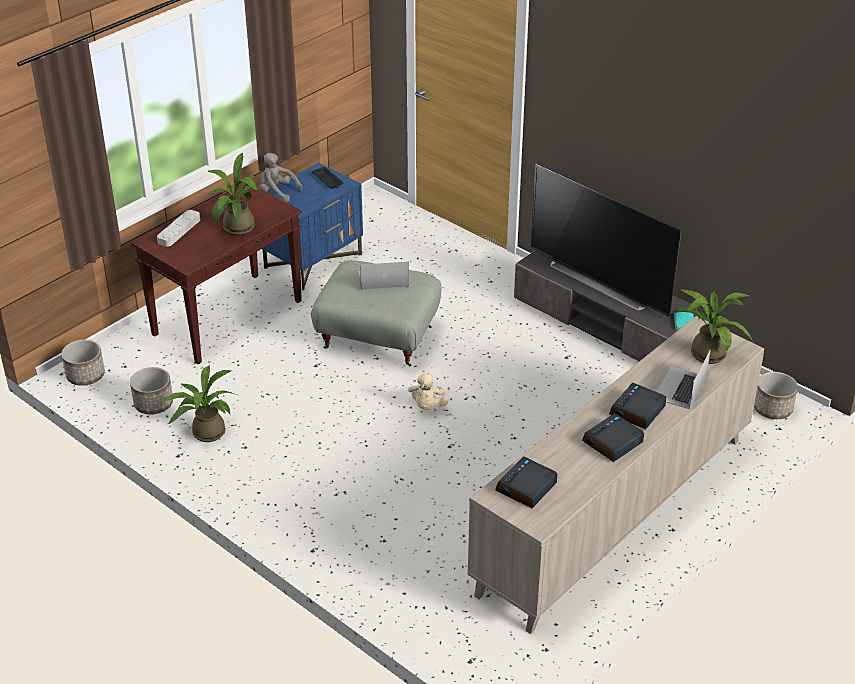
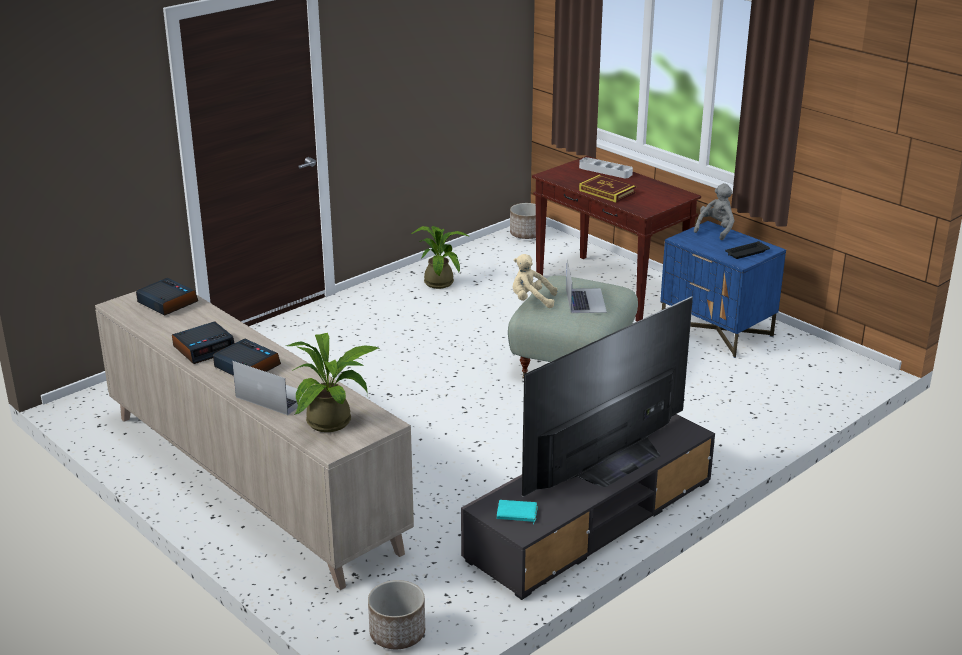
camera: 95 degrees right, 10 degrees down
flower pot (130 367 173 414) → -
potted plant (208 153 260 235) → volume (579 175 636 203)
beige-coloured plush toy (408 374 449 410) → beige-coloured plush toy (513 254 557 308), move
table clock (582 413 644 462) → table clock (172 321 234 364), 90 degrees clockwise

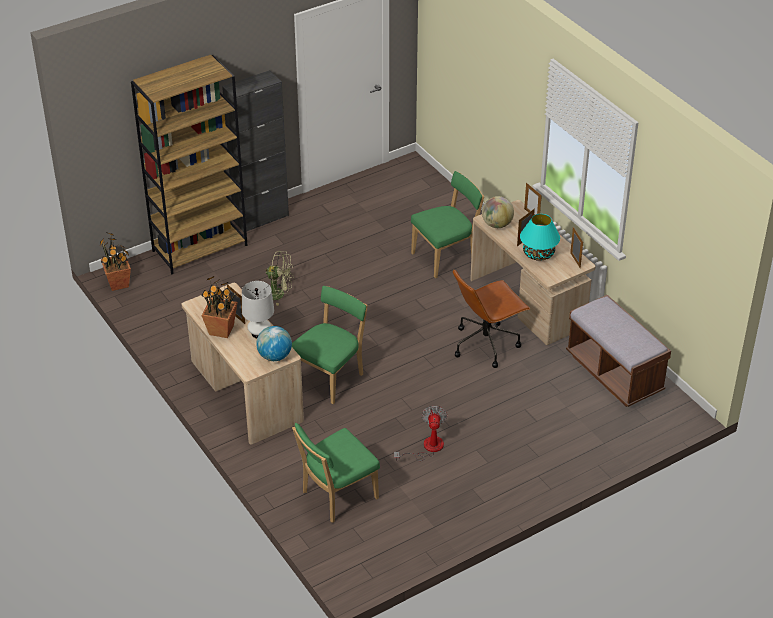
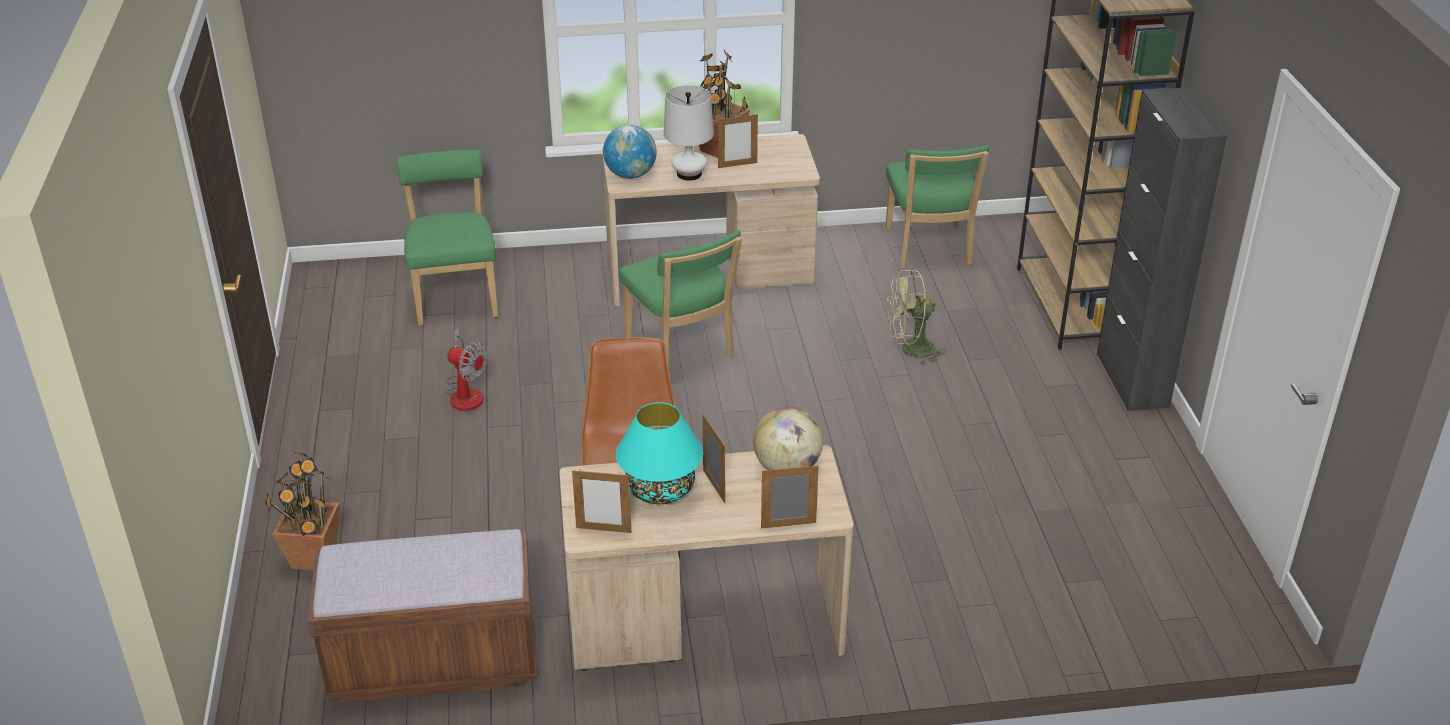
camera: 115 degrees right, 5 degrees down
potted plant (99 233 131 291) → potted plant (265 451 339 570), move
greenish fan (266 251 294 306) → greenish fan (887 270 946 365), 45 degrees clockwise
greenish upright chair (411 171 484 278) → greenish upright chair (886 146 990 268), move

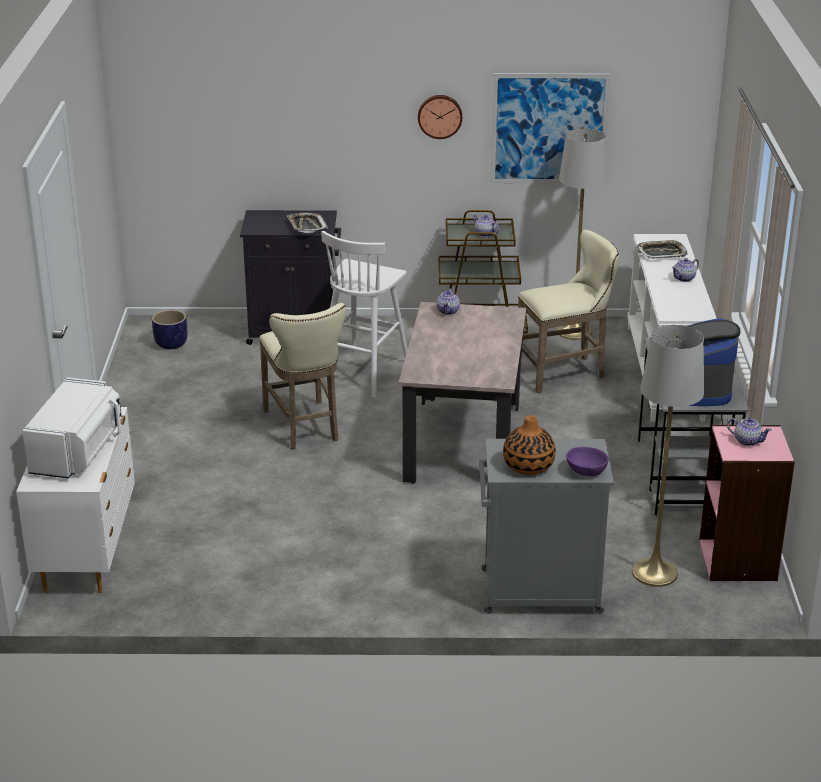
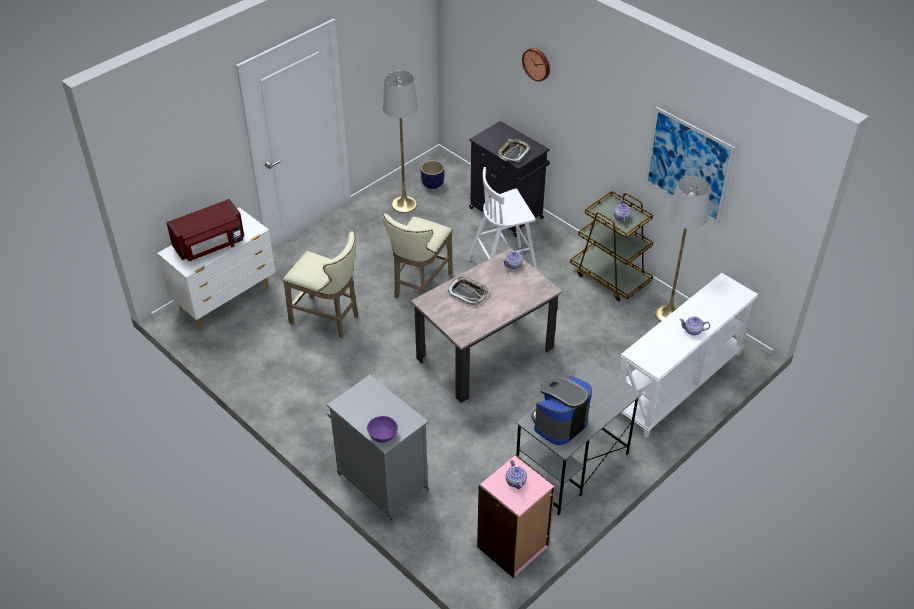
camera: 45 degrees right, 15 degrees up
whitish kitchen microwave (22 377 122 479) → red kitchen microwave (166 199 244 261)
hanging clock (418 95 462 139) → hanging clock (522 48 550 82), move
decorative vase (503 415 556 475) → -
beige-coloured stool (518 230 619 393) → beige-coloured stool (283 231 358 338), move
gray standing lamp (632 325 704 587) → gray standing lamp (383 71 418 213), move
carrying tray (636 240 688 259) → carrying tray (447 277 489 305), move

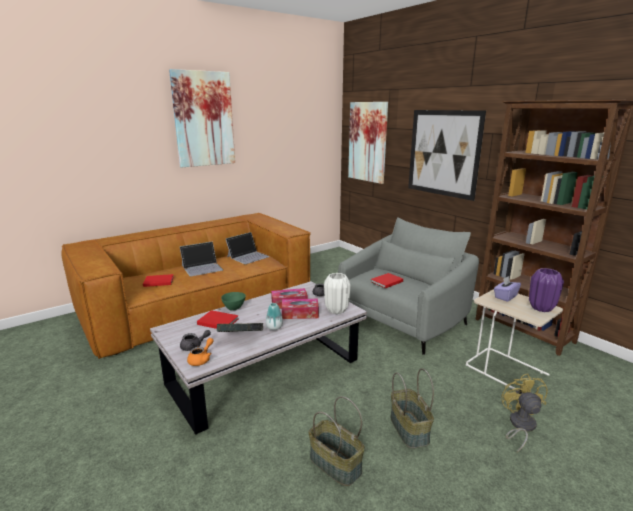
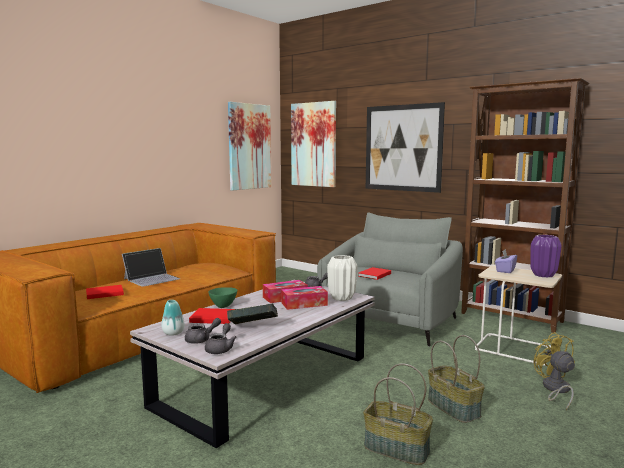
camera: 15 degrees left, 10 degrees down
wall picture (169 69 235 168) → wall picture (228 102 271 191), move
orange-coloured tea pot (187 338 214 366) → gray tea pot (205 323 237 354)
portable computer (226 232 270 264) → -
decorative vase (266 303 283 330) → decorative vase (162 300 185 336), move

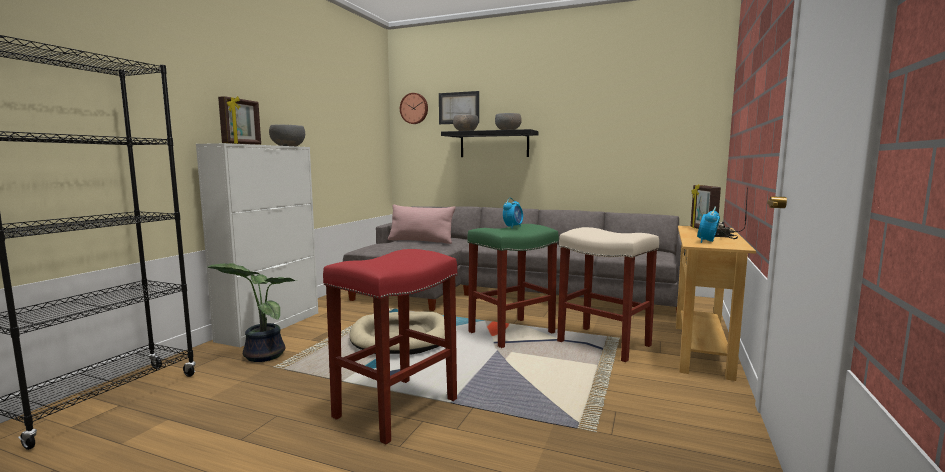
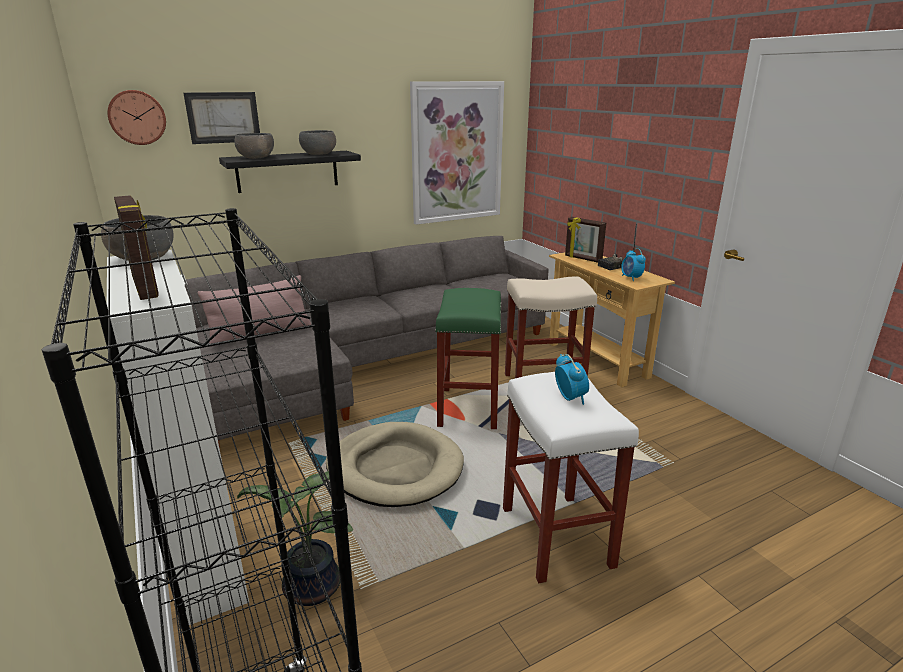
camera: 50 degrees left, 15 degrees up
red stool (323 249 457 444) → whitish stool (503 372 639 583)
table clock (503 197 523 228) → table clock (555 354 589 405), move
- → wall picture (410 81 504 225)

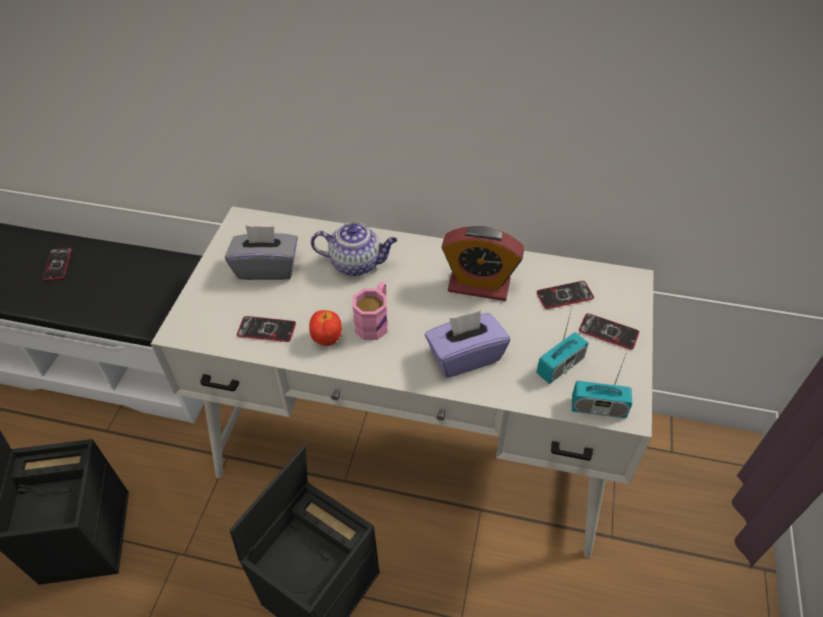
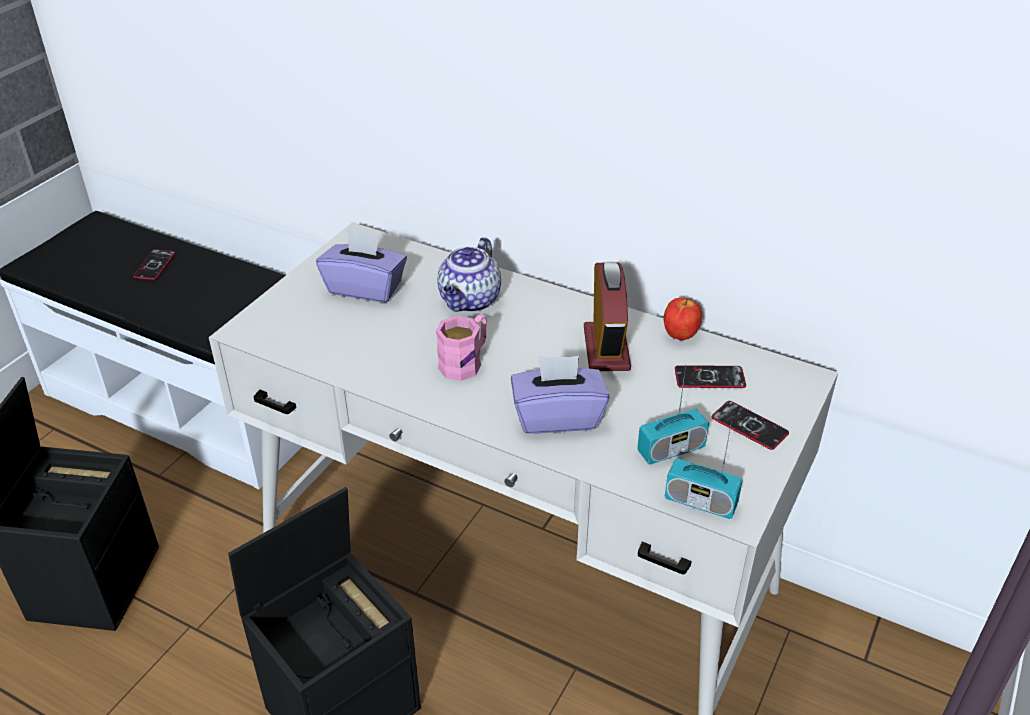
camera: 15 degrees right, 10 degrees down
gray box of tissues (225 225 298 280) → purple box of tissues (316 229 407 302)
telephone (237 316 296 342) → -
apple (309 310 342 346) → apple (664 298 702 340), move
tea pot (311 222 397 276) → tea pot (437 237 501 312), 90 degrees clockwise
table clock (441 226 524 301) → table clock (584 262 631 371), 120 degrees counterclockwise

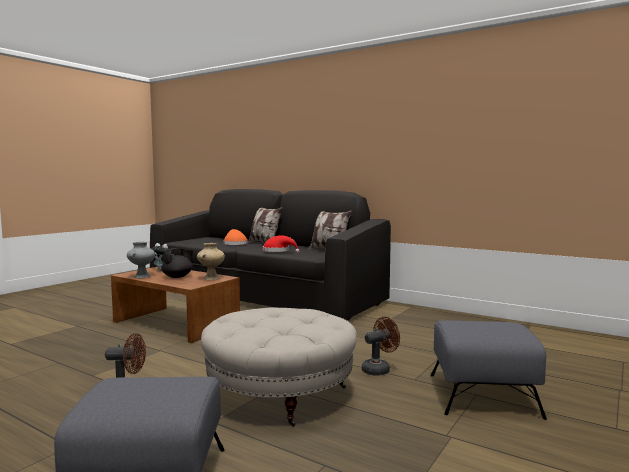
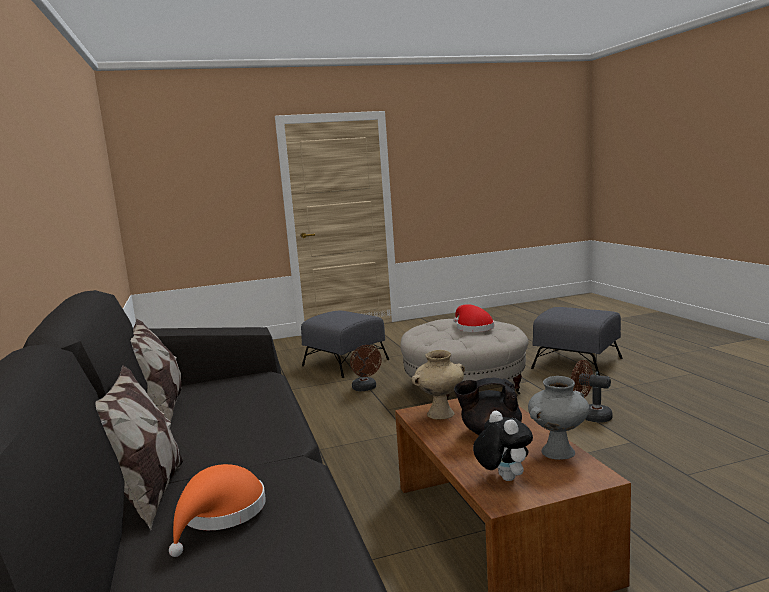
camera: 140 degrees left, 5 degrees up
red hat (263 235 299 253) → red hat (453 304 494 332), move
brown-coloured fan (362 317 400 376) → brown-coloured fan (350 345 382 391), 120 degrees counterclockwise

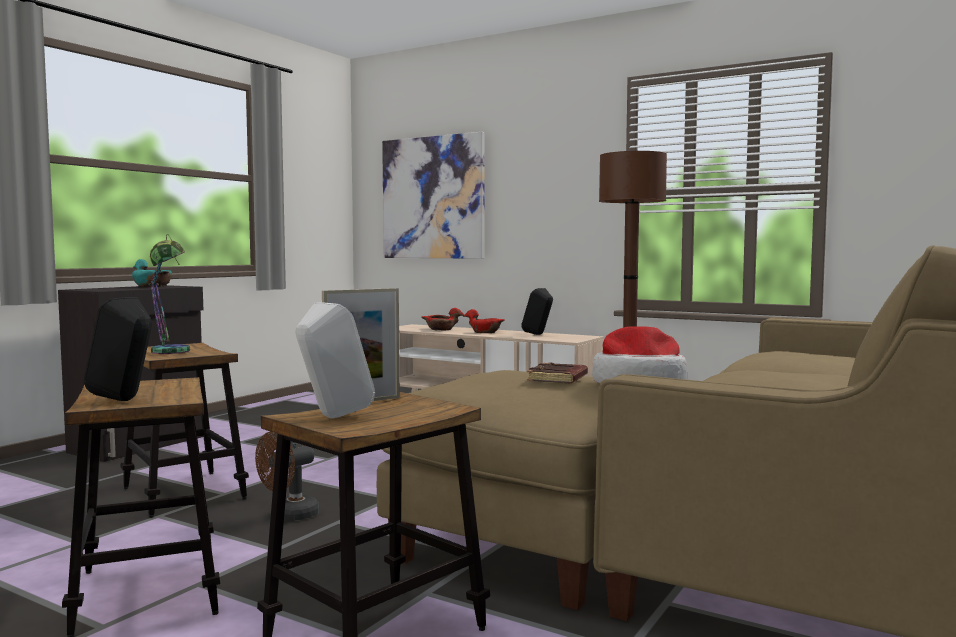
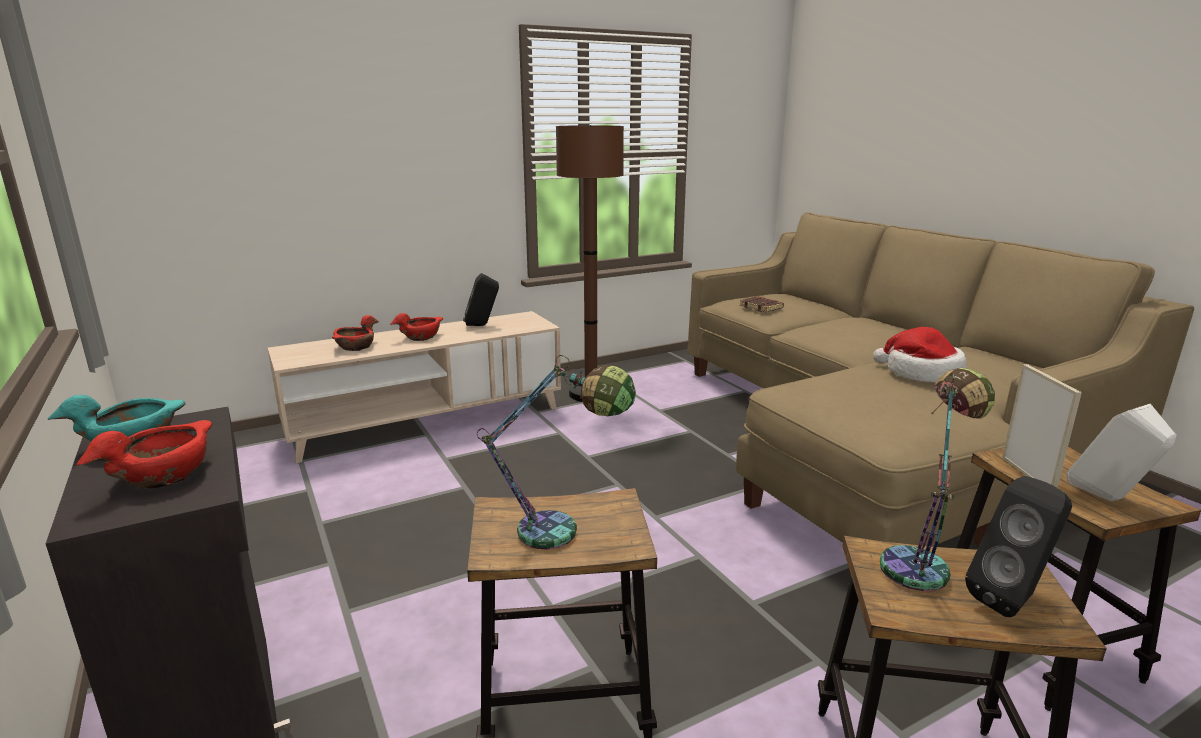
camera: 60 degrees left, 15 degrees up
brown-coloured fan (255 432 319 521) → -
wall picture (382 132 485 259) → -
brown-coloured volume (527 362 588 383) → brown-coloured volume (740 296 784 312), move
- → red deep dish (76 420 212 490)
- → tabletop lamp (880 368 995 591)

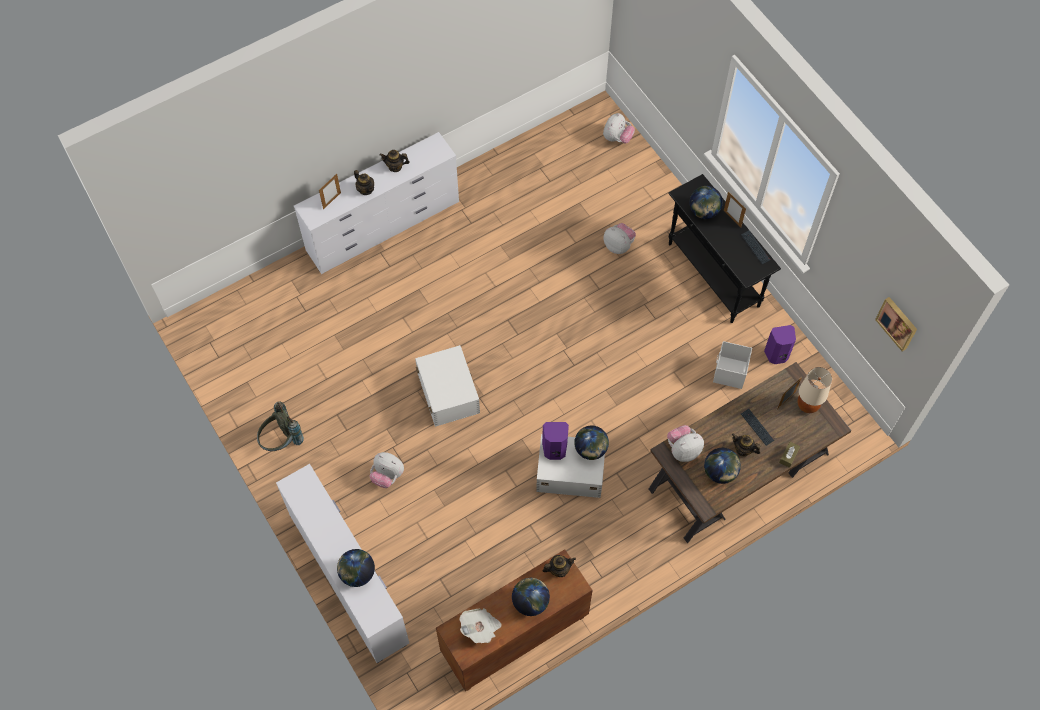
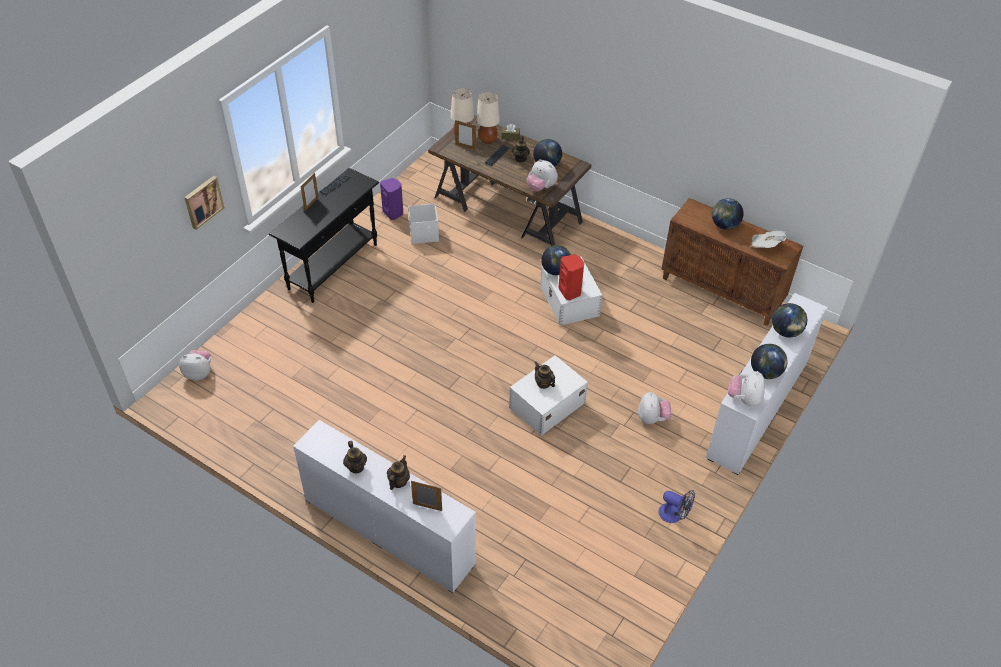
camera: 115 degrees left, 15 degrees down
gray rucksack (257 401 304 451) → fan (658 490 695 523)
purple loudspeaker (542 422 569 460) → red loudspeaker (558 254 584 300)
tea pot (542 555 576 577) → tea pot (534 362 555 389), move
plush toy (603 223 636 254) → plush toy (728 371 765 406), move
world globe (689 186 723 219) → world globe (751 344 788 379), move
wall picture (875 297 917 352) → wall picture (184 176 225 230), move
- → beige-coloured tabletop lamp (476 92 500 144)

